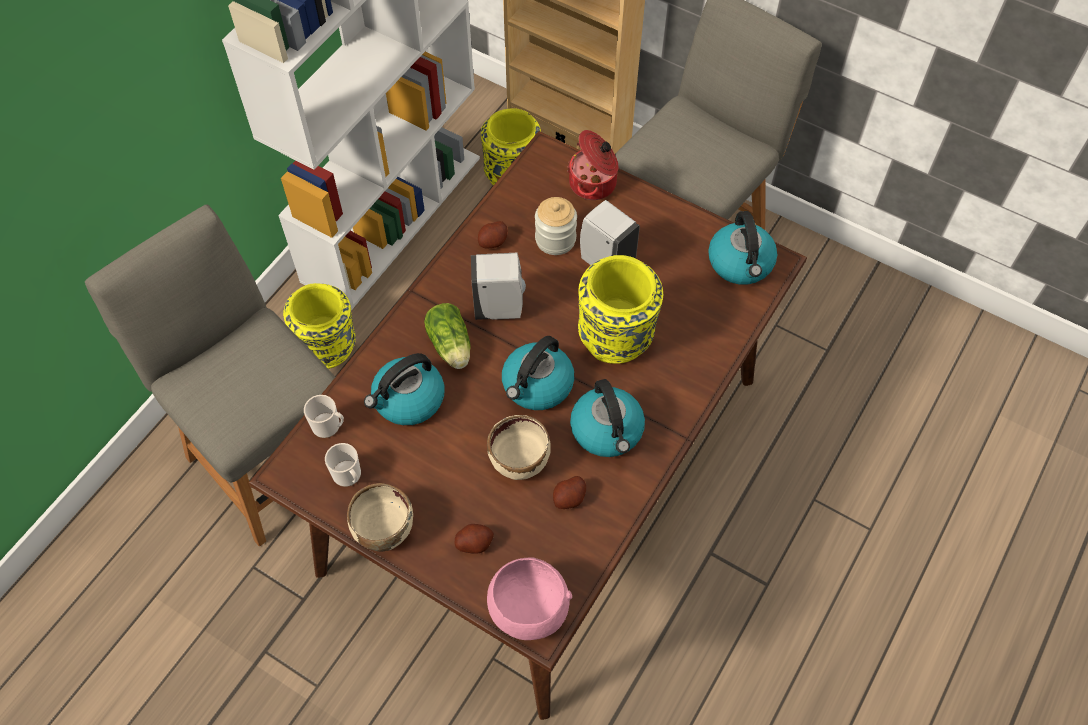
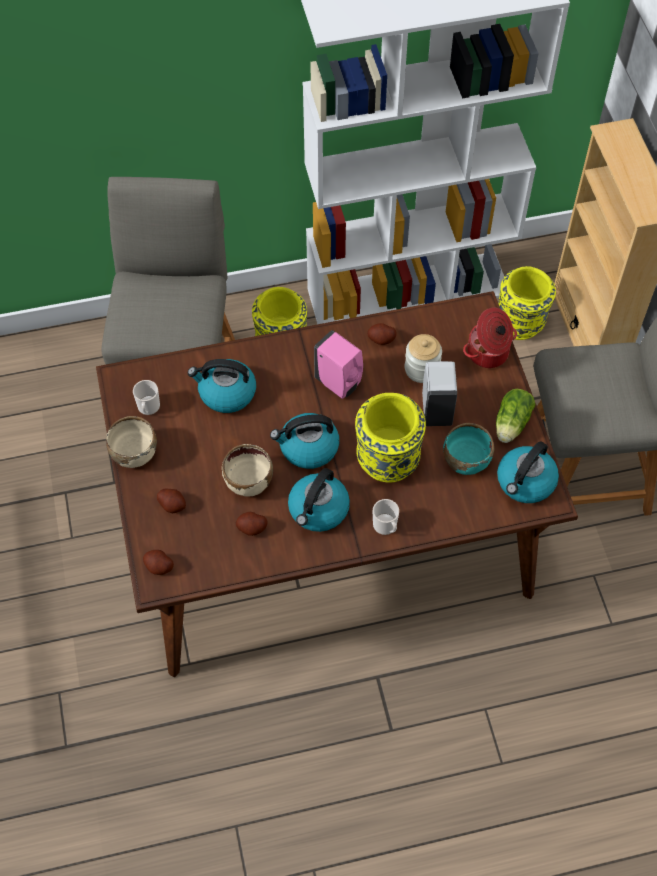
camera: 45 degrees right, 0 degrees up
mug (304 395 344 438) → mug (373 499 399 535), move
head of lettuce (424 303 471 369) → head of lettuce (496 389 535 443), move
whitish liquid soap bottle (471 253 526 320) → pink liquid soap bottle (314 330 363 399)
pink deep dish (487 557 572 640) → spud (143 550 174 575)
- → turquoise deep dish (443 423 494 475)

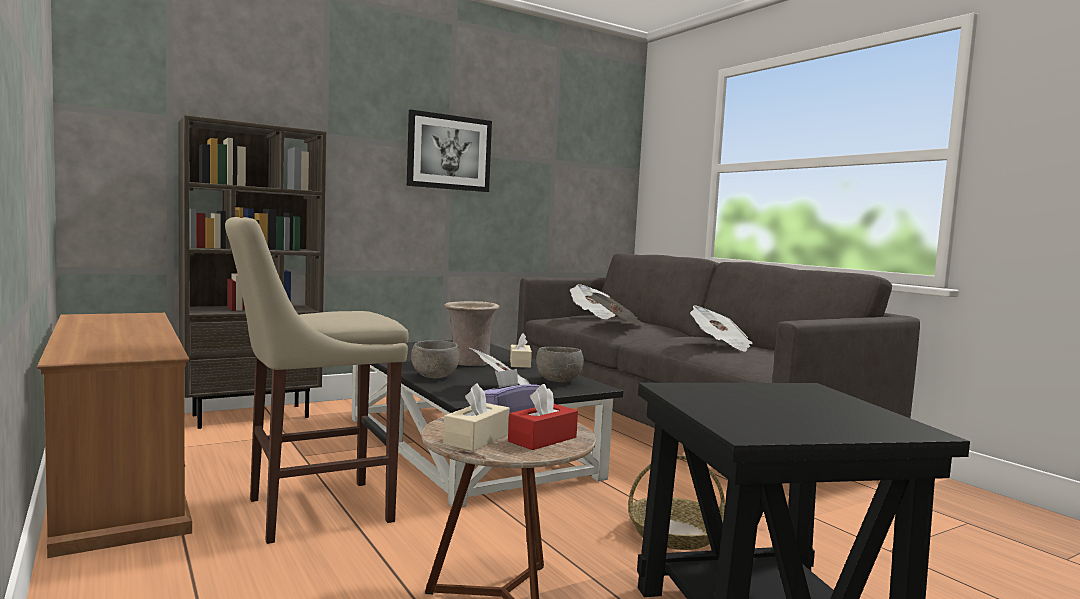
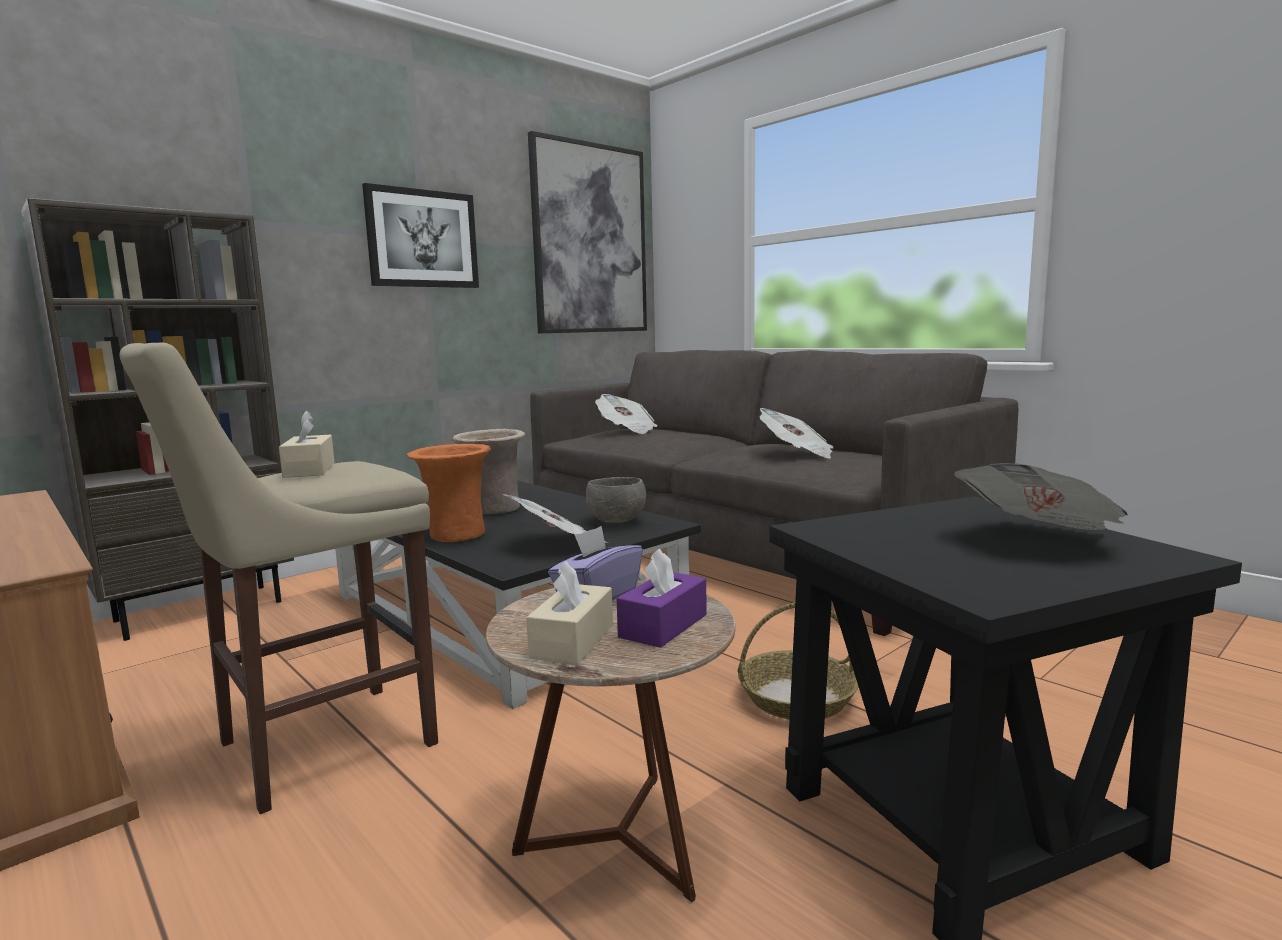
camera: 10 degrees left, 5 degrees up
gray deep dish (411 340 460 379) → orange-coloured decorative vase (407 444 491 542)
red box of tissues (508 384 578 450) → purple box of tissues (617 549 707 648)
beige-coloured box of tissues (510 333 532 368) → beige-coloured box of tissues (279 410 335 478), move
daily paper (590 293 645 324) → daily paper (954 463 1127 530), move
- → wall picture (528 131 647 333)

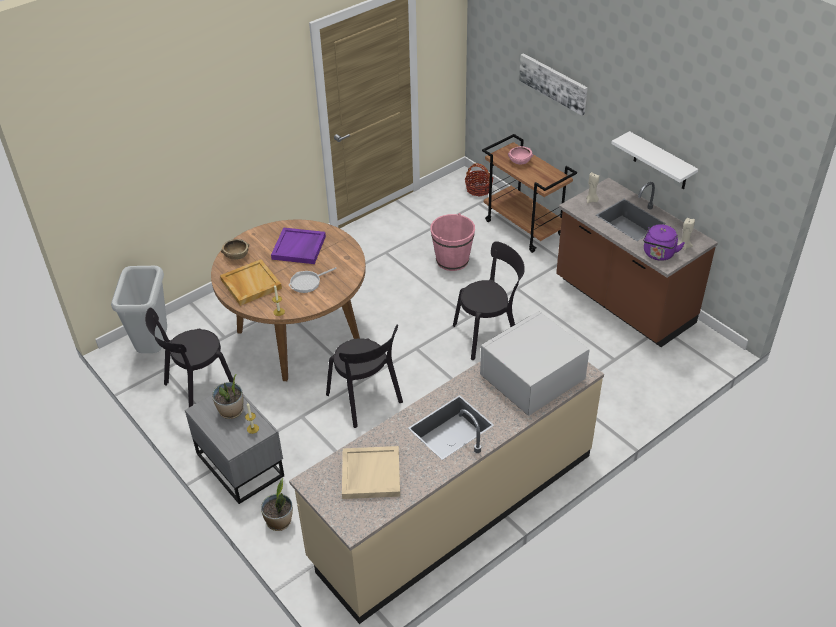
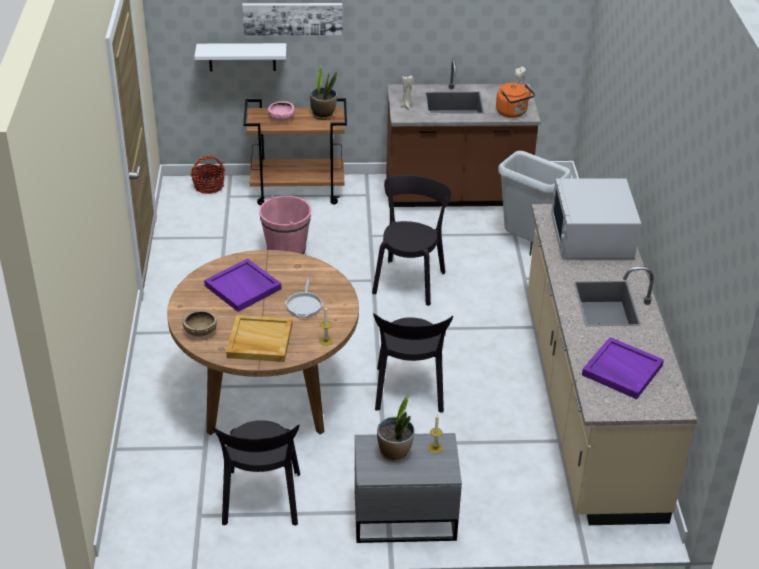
camera: 55 degrees left, 5 degrees down
gray waste bin (111 266 167 353) → gray waste bin (498 151 571 241), move
potted plant (261 478 293 531) → potted plant (310 65 337 120), move
black upright chair (326 324 403 428) → black upright chair (373 313 453 413), 90 degrees clockwise
beige-coloured carrying tray (342 446 400 499) → purple carrying tray (582 337 664 399)
whitish shelf (611 131 698 189) → whitish shelf (194 43 287 71), move
purple tea kettle (643 224 685 261) → orange-coloured tea kettle (496 83 535 118)

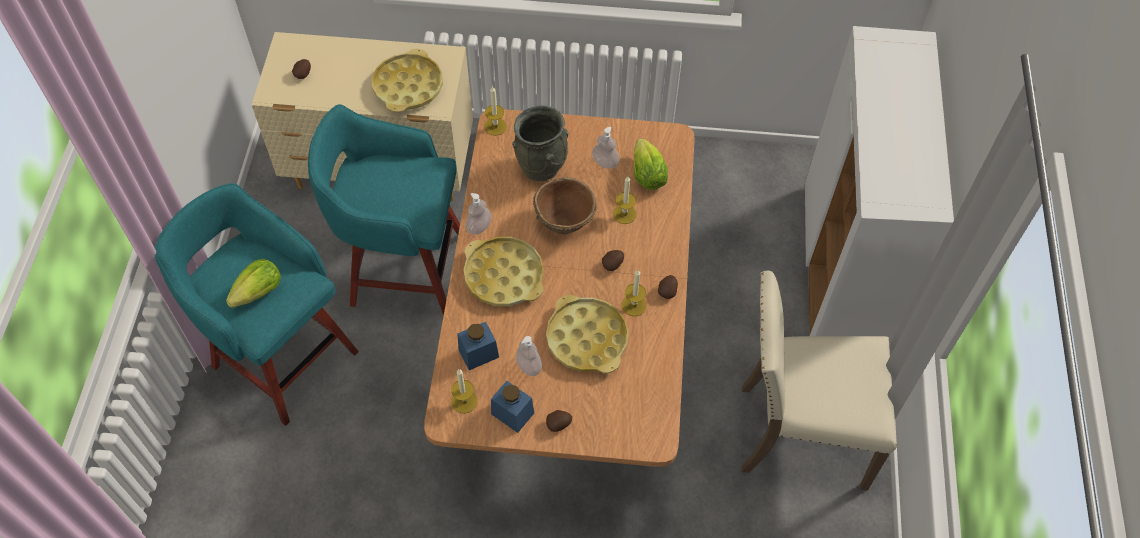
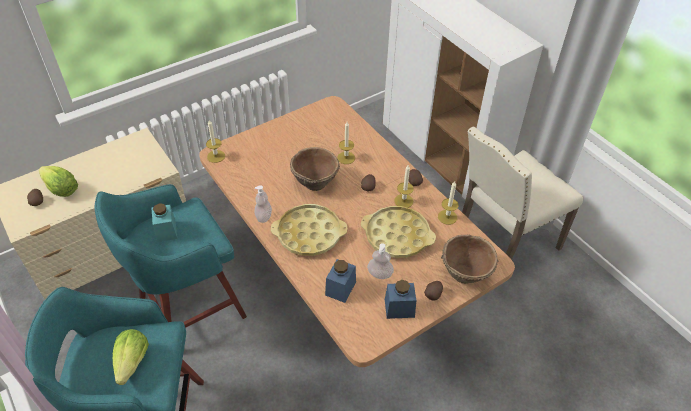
camera: 40 degrees left, 10 degrees down
yellow carrying tray (372 49 443 112) → -
candle (451 369 478 413) → candle (438 181 459 225), move
gray decorative vase (512 105 568 181) → -
liquid soap bottle (592 127 620 169) → -
head of lettuce (633 138 668 190) → head of lettuce (39 166 78 197), move
- → turquoise storage jar (152 203 177 242)
- → brown-coloured deep dish (441 235 498 284)

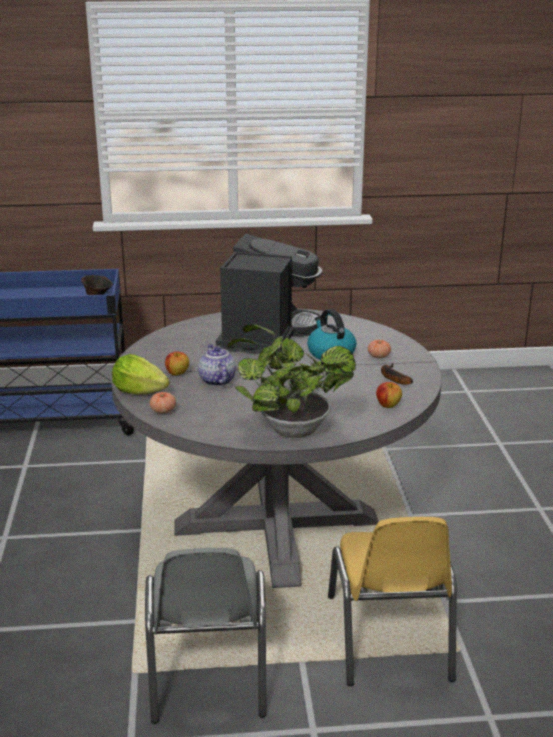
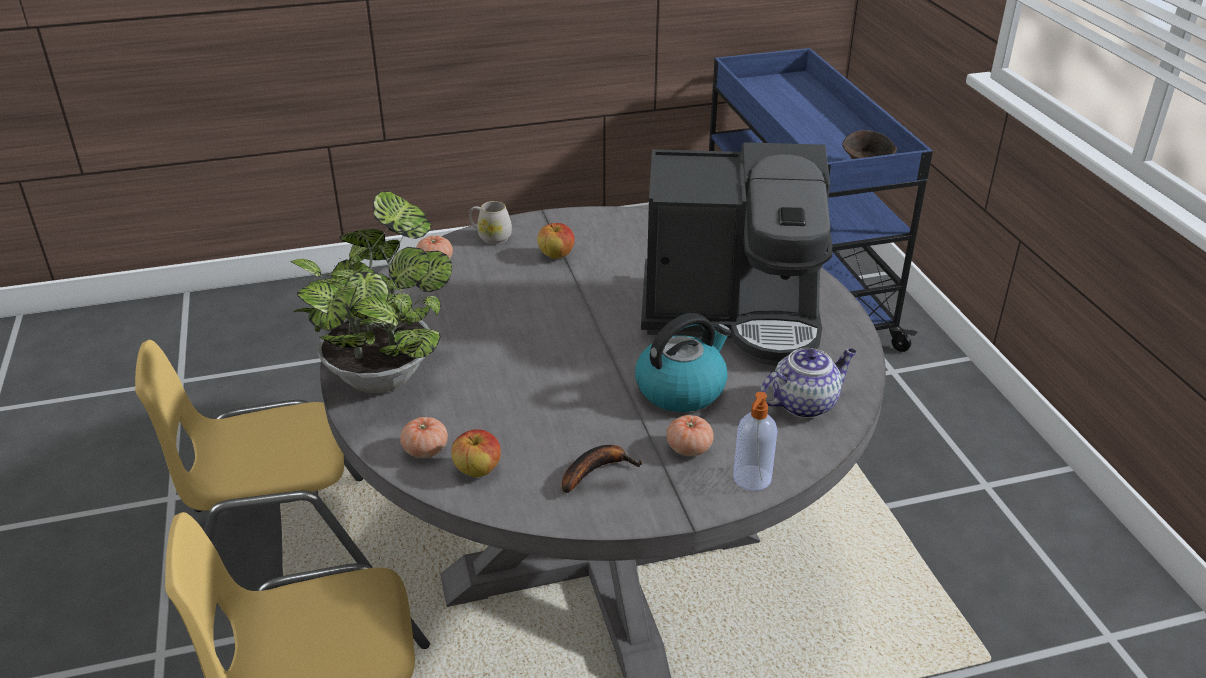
camera: 80 degrees right, 10 degrees up
head of lettuce (112 354 169 395) → whitish mug (469 201 512 244)
gray upright chair (145 548 266 724) → yellow upright chair (135 340 372 567)
tea pot (198 344 236 386) → tea pot (760 348 856 418), move
- → whole tomato (400 417 448 458)
- → liquid soap bottle (733 392 777 491)

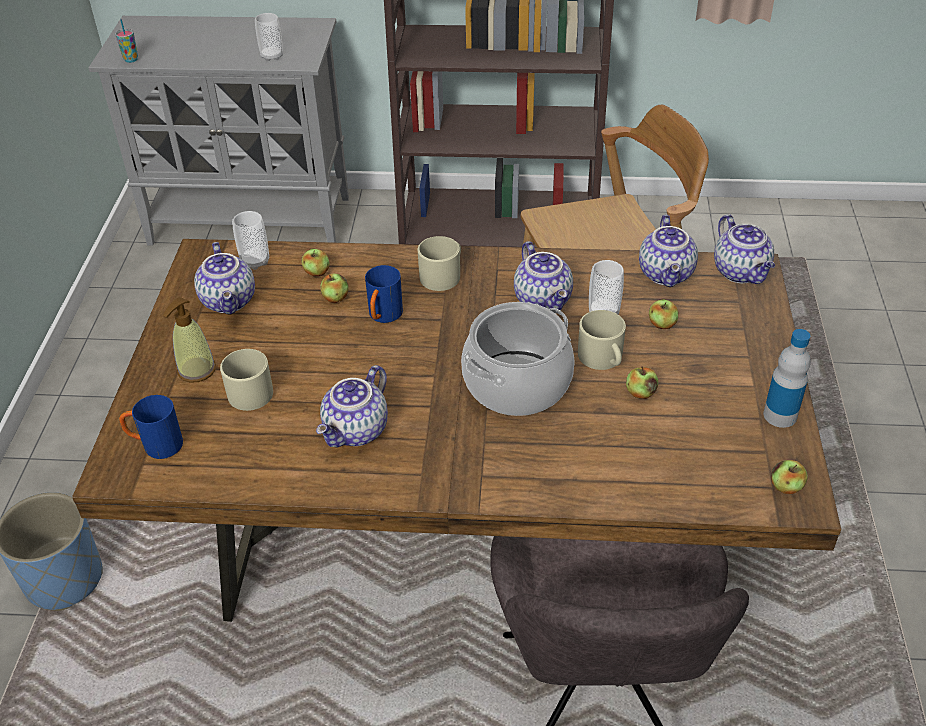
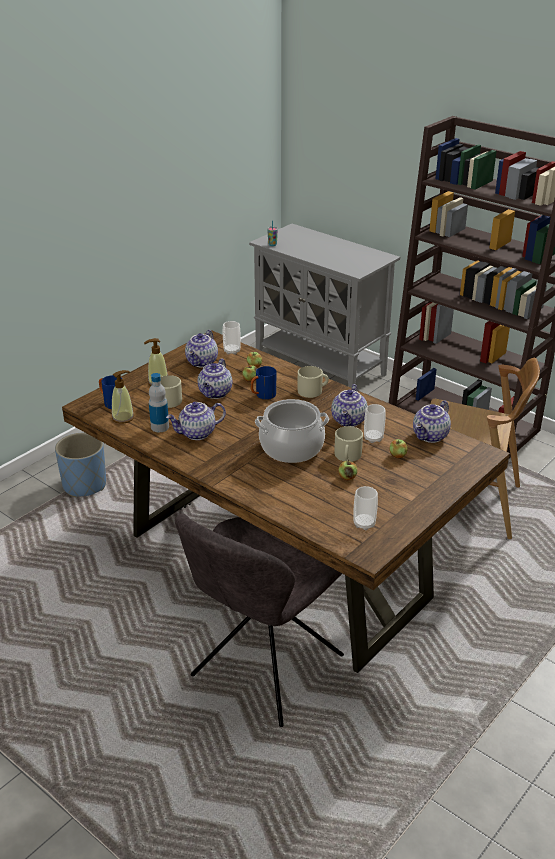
camera: 35 degrees right, 10 degrees down
small cup (255 13 283 61) → small cup (353 486 378 530), move
tea pot (714 214 775 284) → tea pot (198 358 233 399), move
drink bottle (763 329 811 428) → drink bottle (149 373 169 432), move
apple (771 460 808 494) → -
- → liquid soap bottle (112 370 134 424)

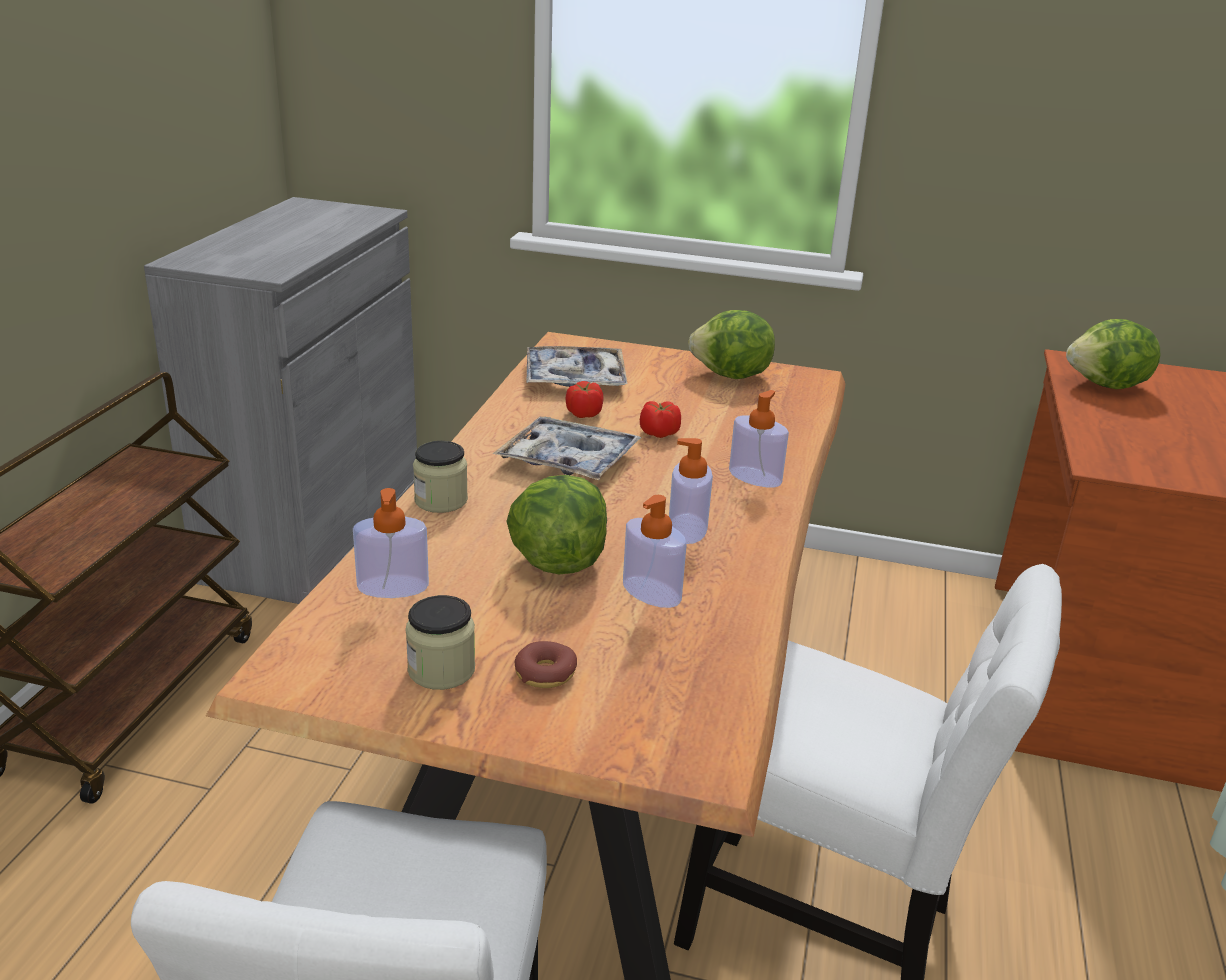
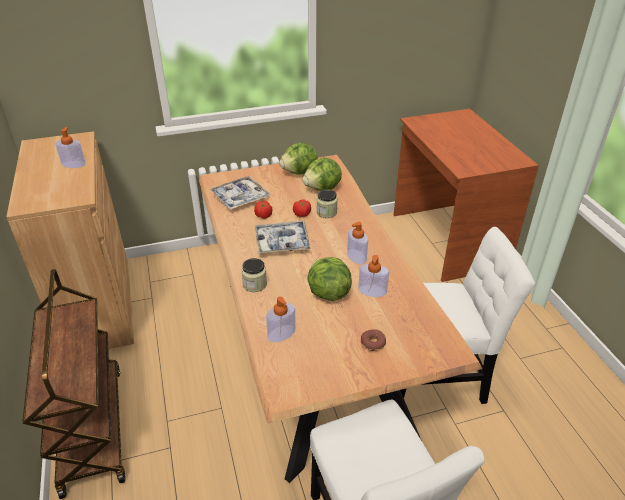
camera: 30 degrees left, 10 degrees up
gray storage cabinet (144 197 417 604) → brown-coloured storage cabinet (6 131 134 349)
storage jar (405 595 475 690) → storage jar (317 189 337 218), move
liquid soap bottle (729 390 789 487) → liquid soap bottle (55 127 86 168), move
head of lettuce (1066 319 1160 389) → head of lettuce (302 158 342 191), move

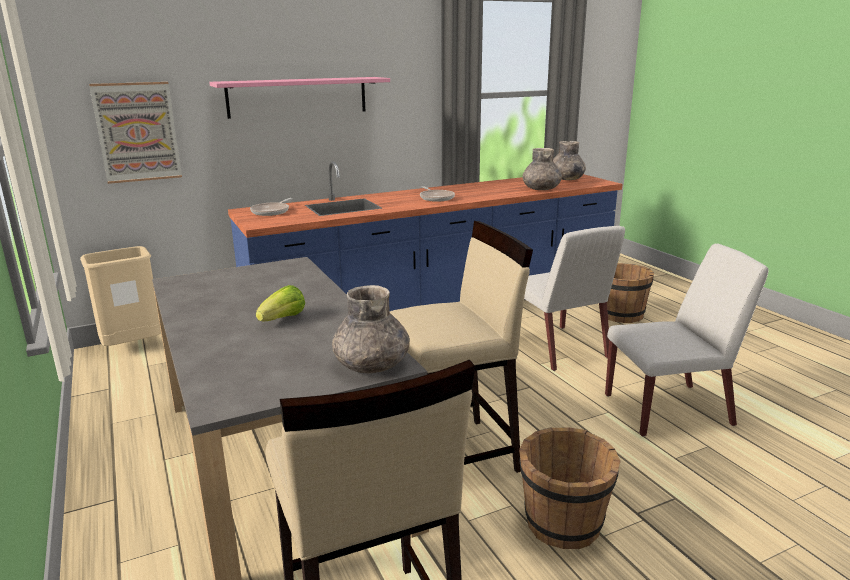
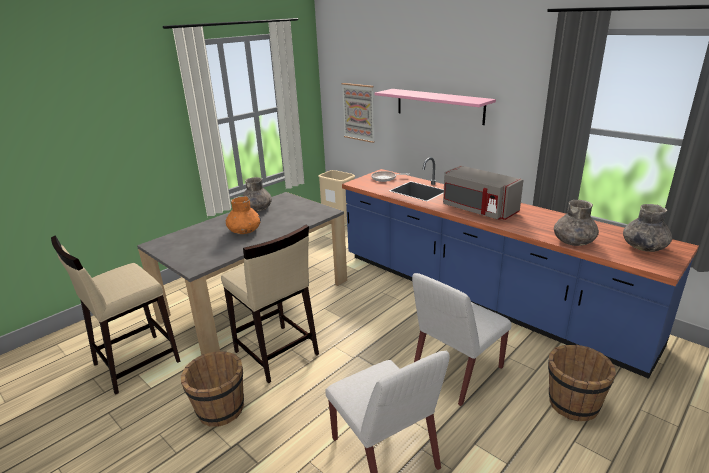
camera: 70 degrees right, 5 degrees up
head of lettuce (256 285 305 322) → orange-coloured decorative vase (226 196 261 234)
gray decorative vase (332 285 410 374) → gray decorative vase (242 177 272 212), move
frying pan (420 186 455 202) → gray kitchen microwave (443 165 524 220)

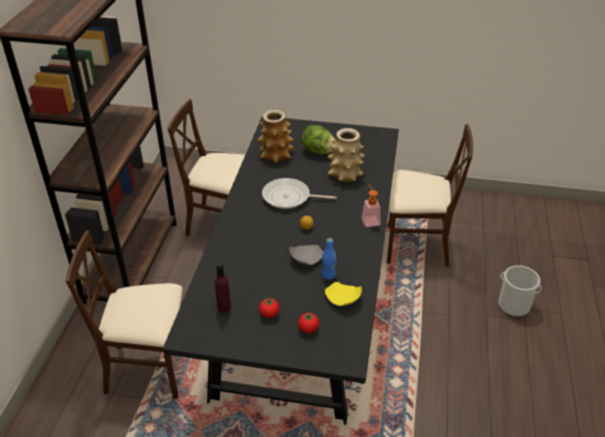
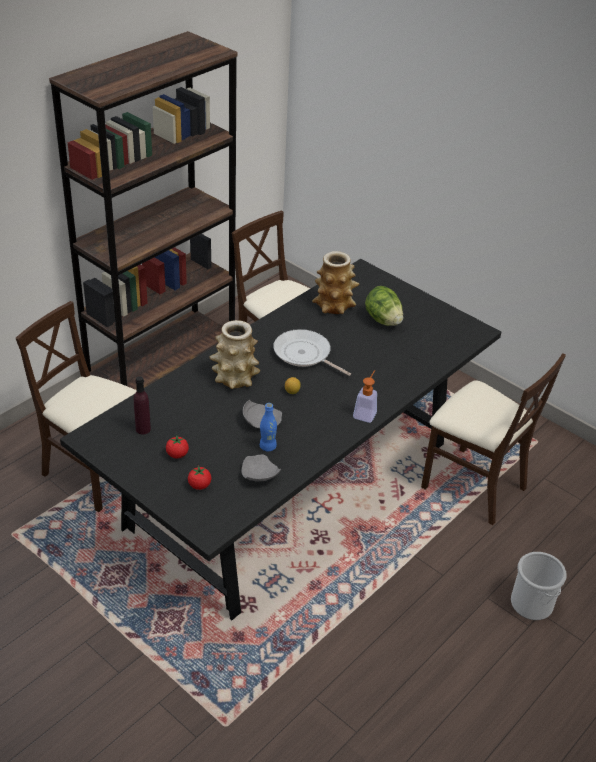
camera: 30 degrees right, 0 degrees up
yellow plate (325 282 362 306) → gray plate (241 455 281 481)
decorative vase (328 128 365 182) → decorative vase (209 320 260 389), move

